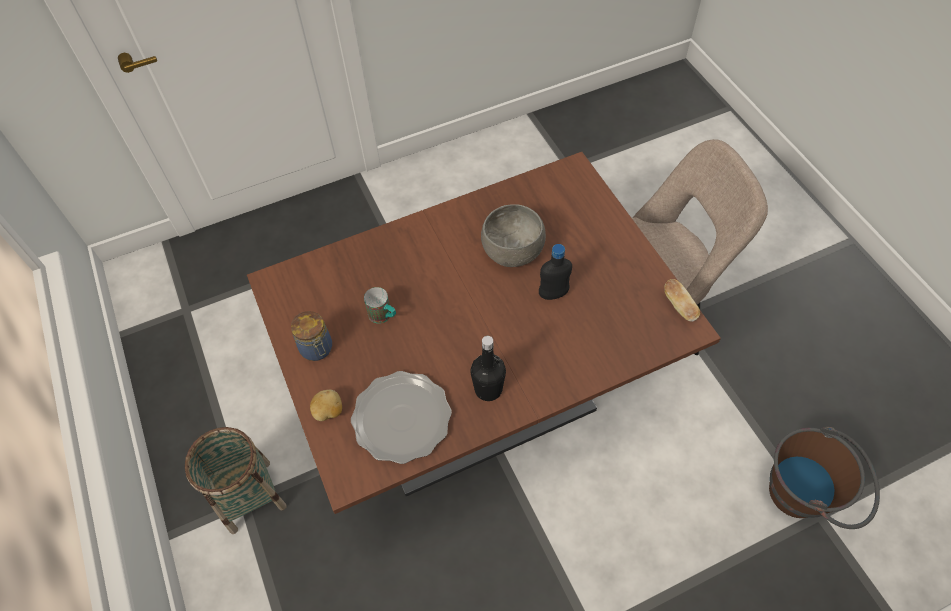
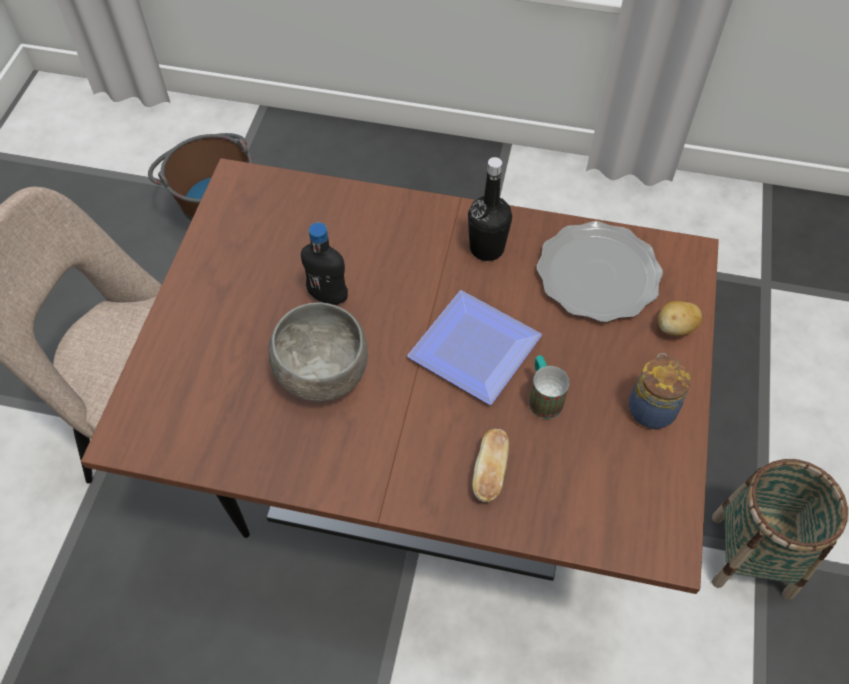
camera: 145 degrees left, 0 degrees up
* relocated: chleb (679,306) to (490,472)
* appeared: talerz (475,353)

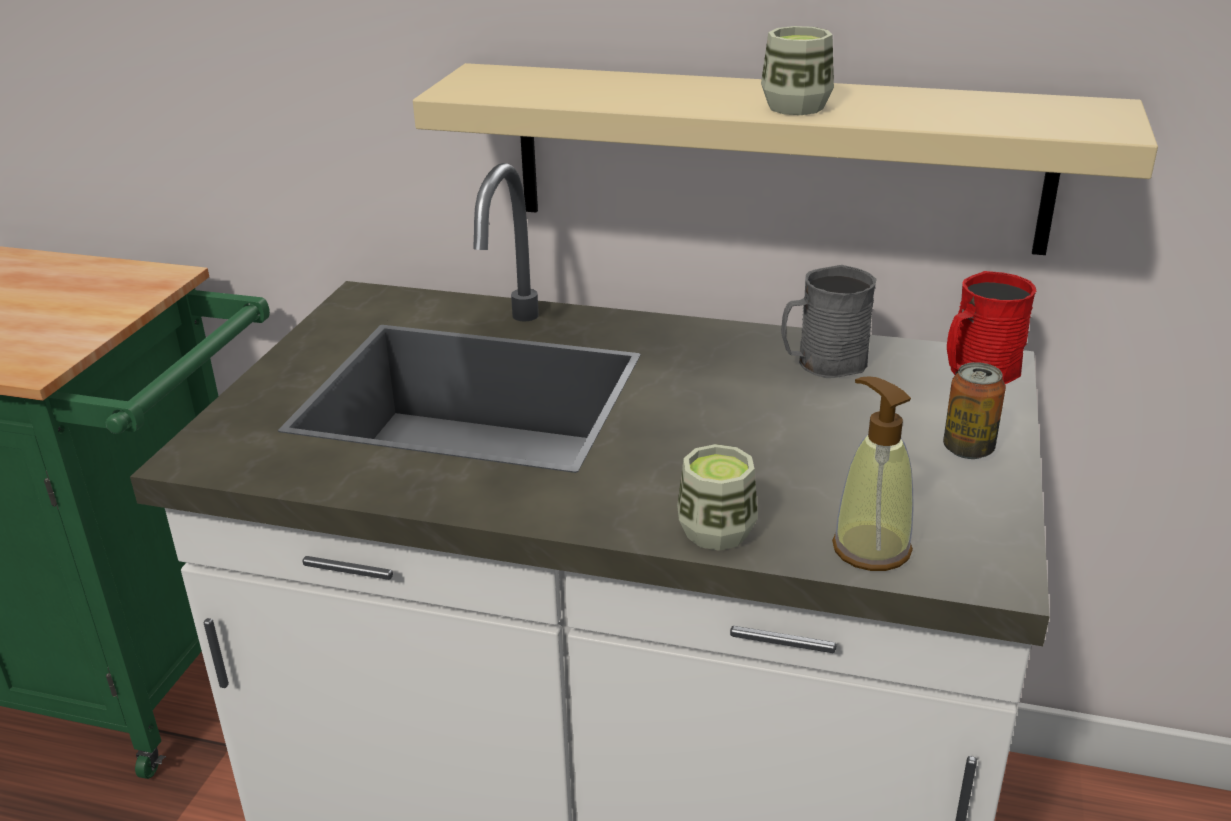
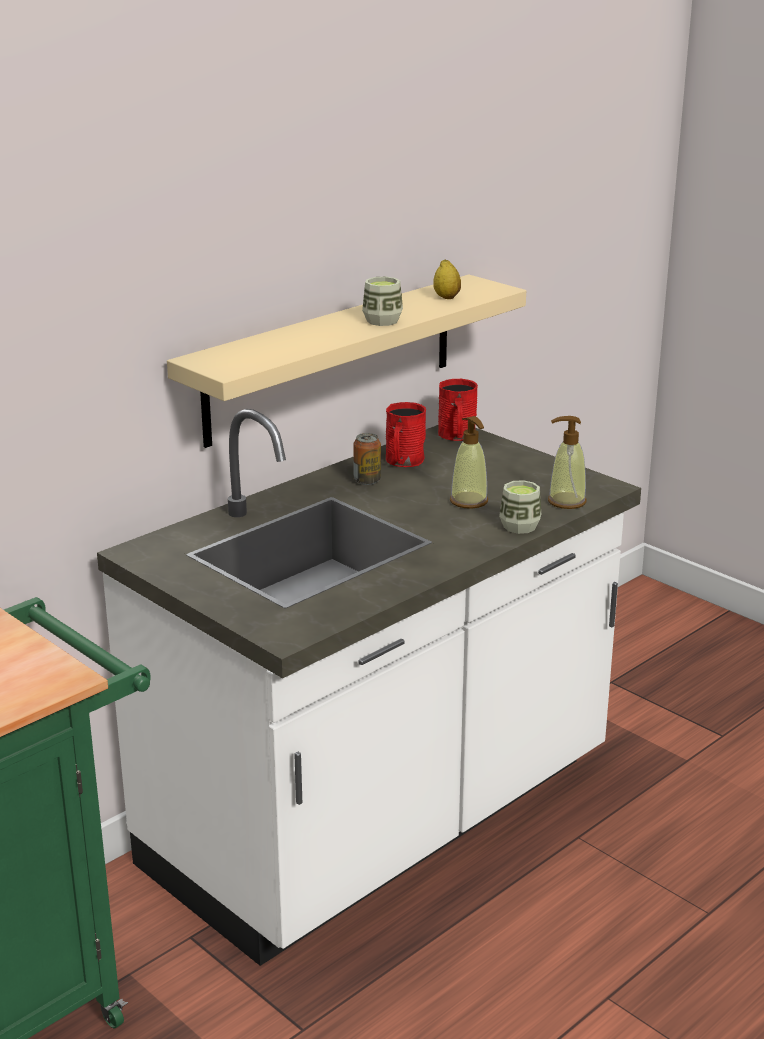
camera: 60 degrees left, 5 degrees down
* colour: kubek/szary (822,363) to kubek/czerwony (403,461)
* relocated: puszka (968,449) to (367,481)
* appeared: cytryna (446,297)
* appeared: dozownik mydła (469,501)

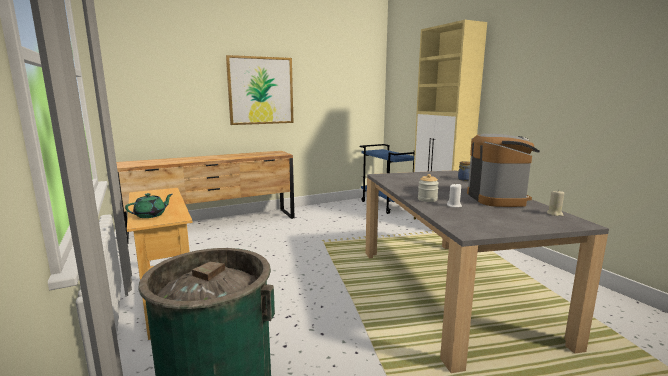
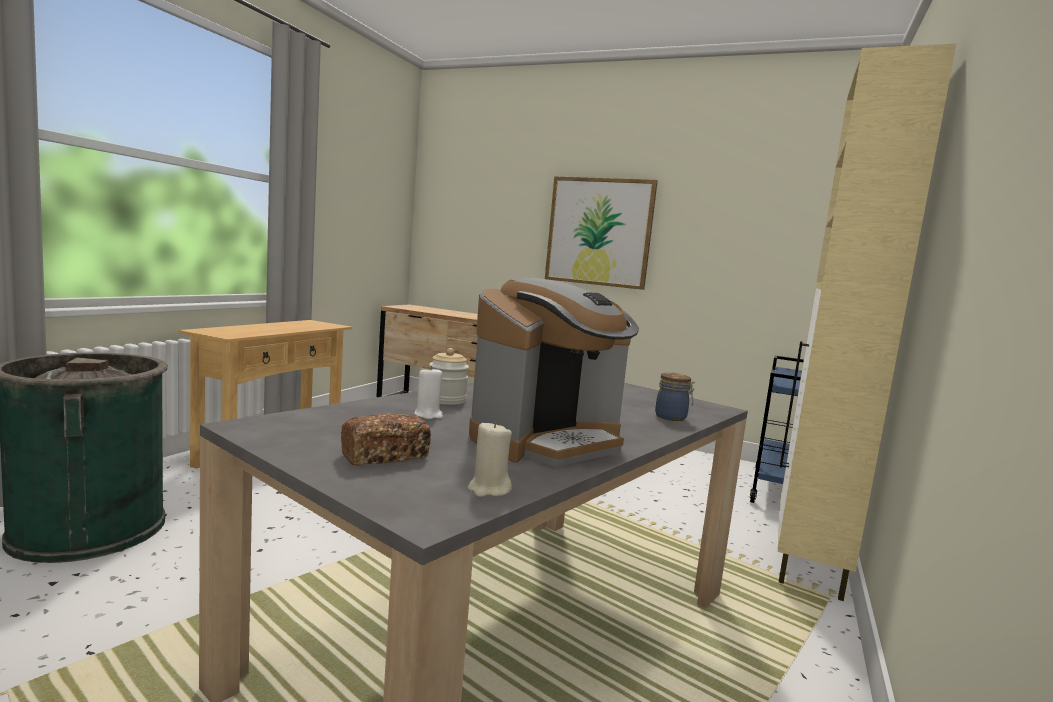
camera: 50 degrees right, 5 degrees down
* missing: imbryk/zielony (151,215)
* appeared: chleb (385,456)

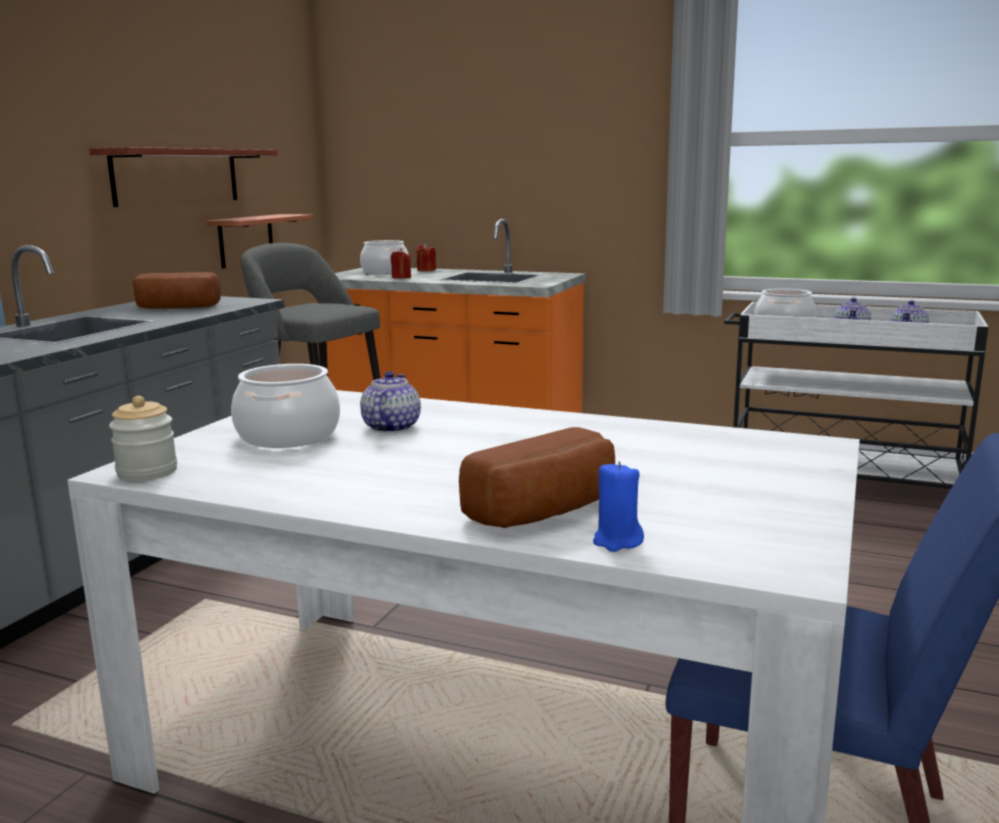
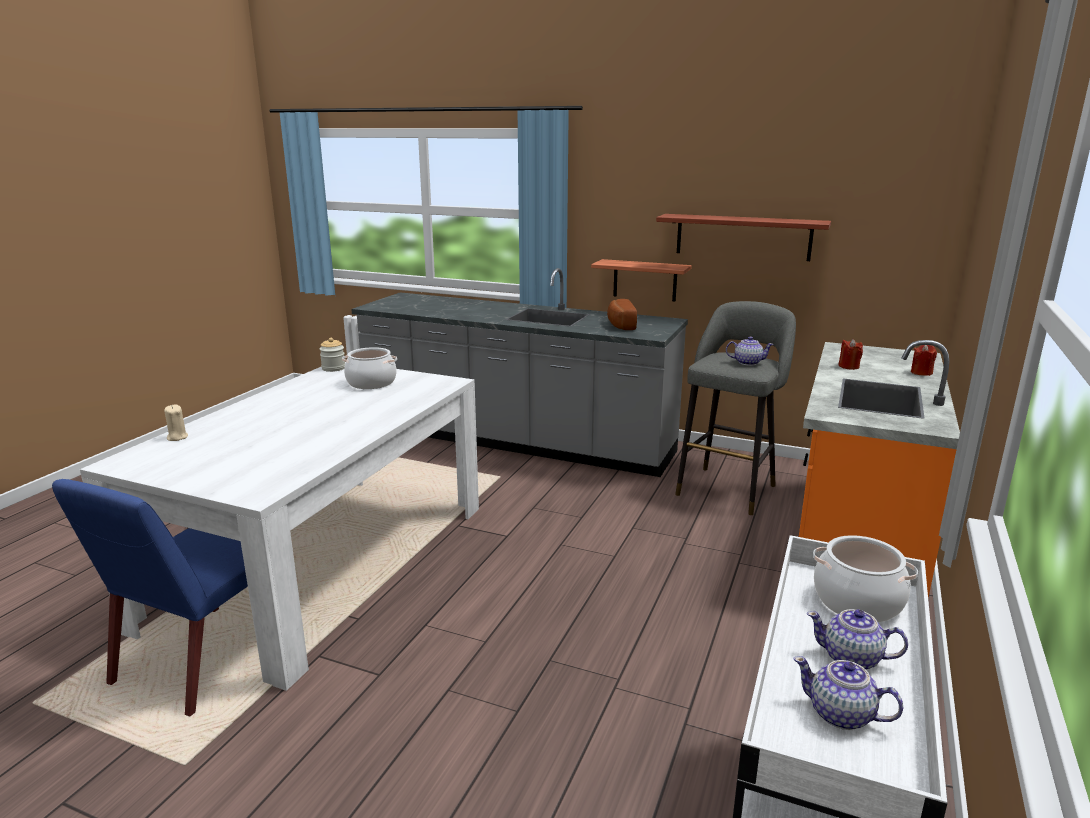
camera: 90 degrees right, 5 degrees up
* relocated: półka (246,240) to (645,280)
* missing: garnek (385,272)
* relocated: imbryk (390,428) to (747,362)
* missing: chleb (548,511)
* colour: świeca/niebieski (617,541) to świeca/beżowy (177,437)

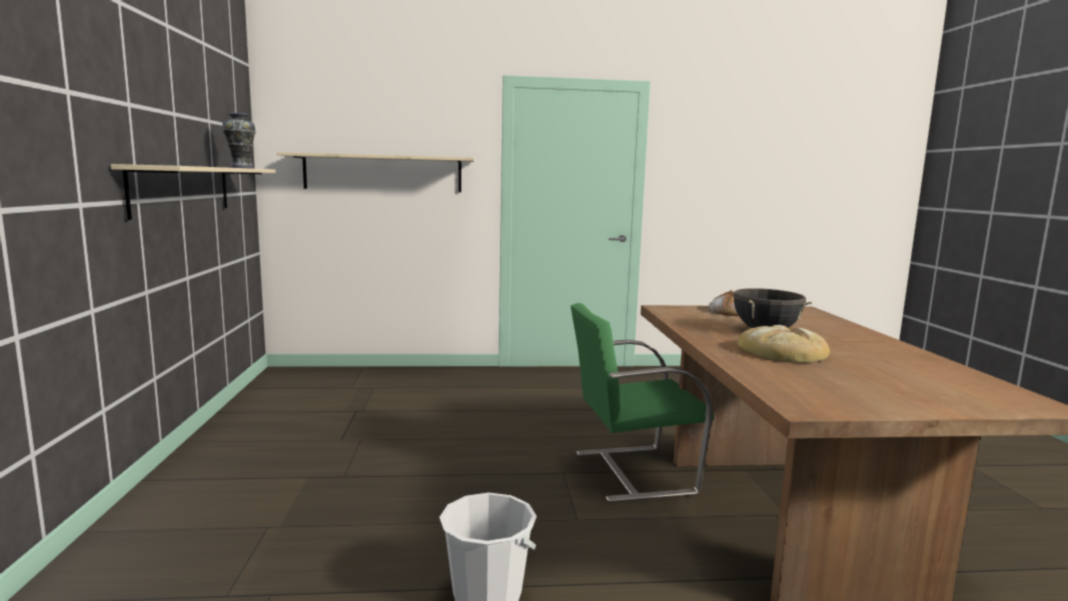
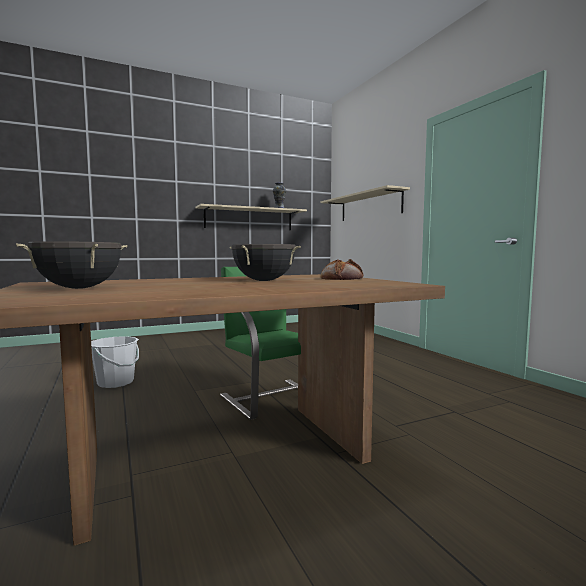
camera: 70 degrees right, 5 degrees down
* missing: chleb (782,352)
* appeared: garnek/czarny (79,288)

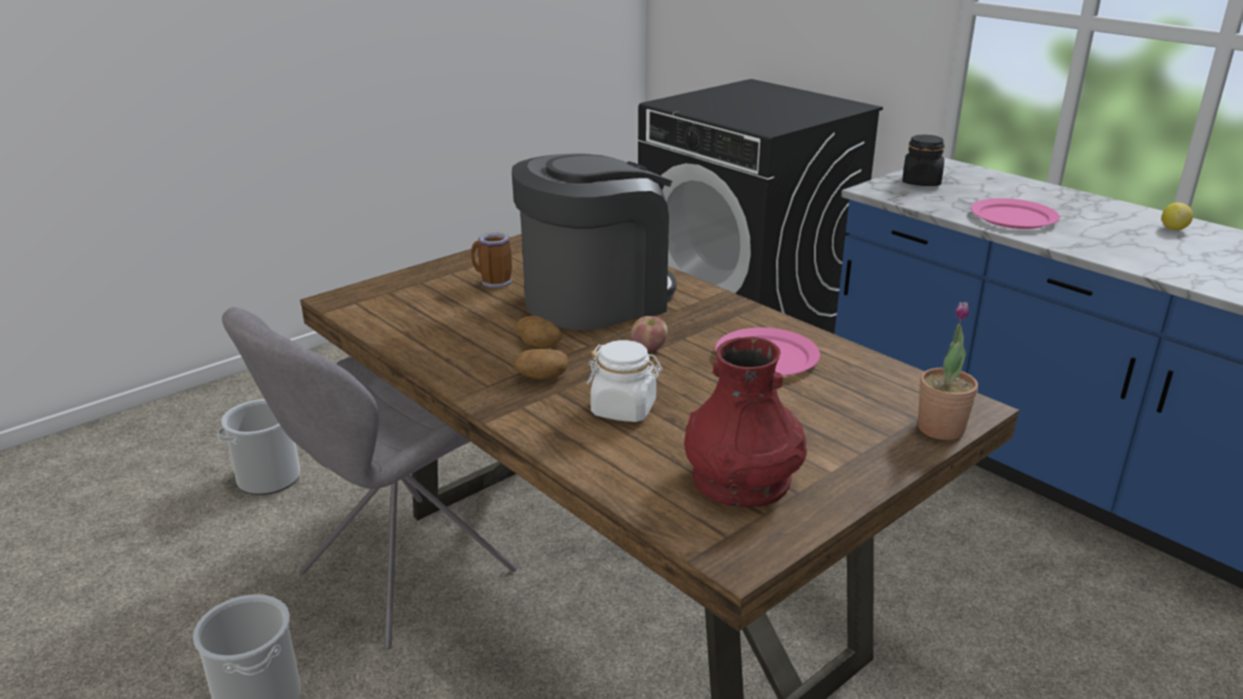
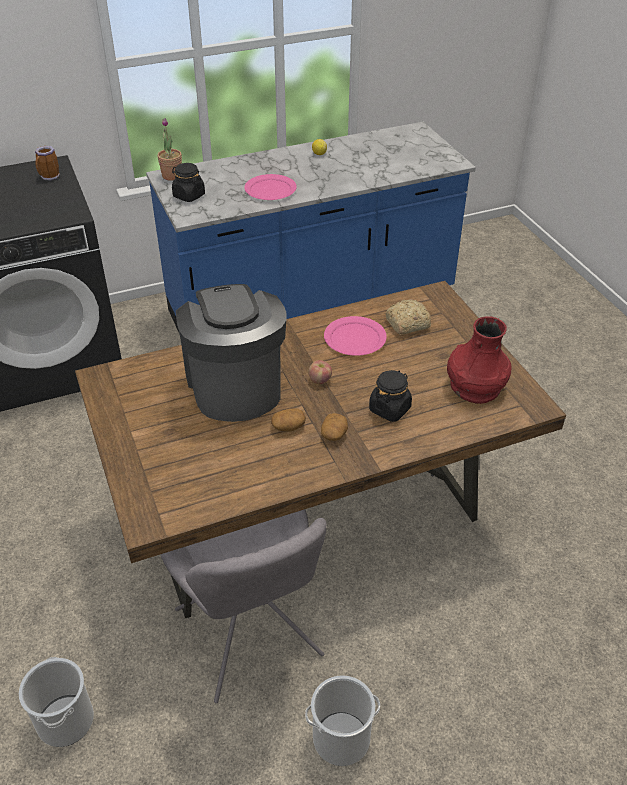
camera: 70 degrees left, 15 degrees up
* relocated: kubek (493,283) to (49,177)
* relocated: roślina doniczkowa (940,428) to (172,176)
* colour: słoik/biały (624,409) to słoik/czarny (390,409)
* appeared: chleb (406,324)

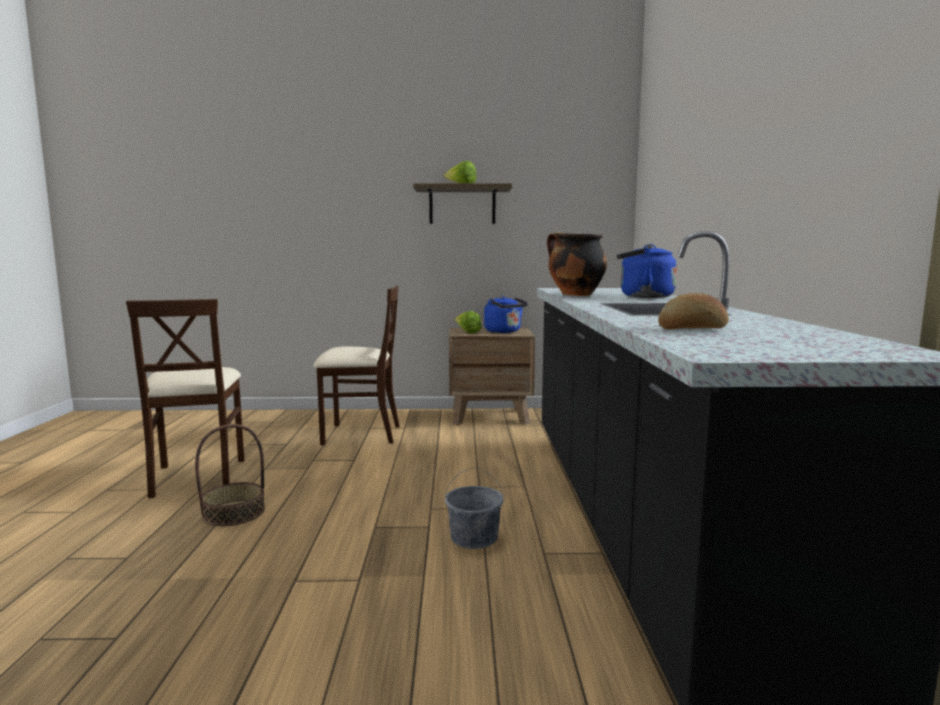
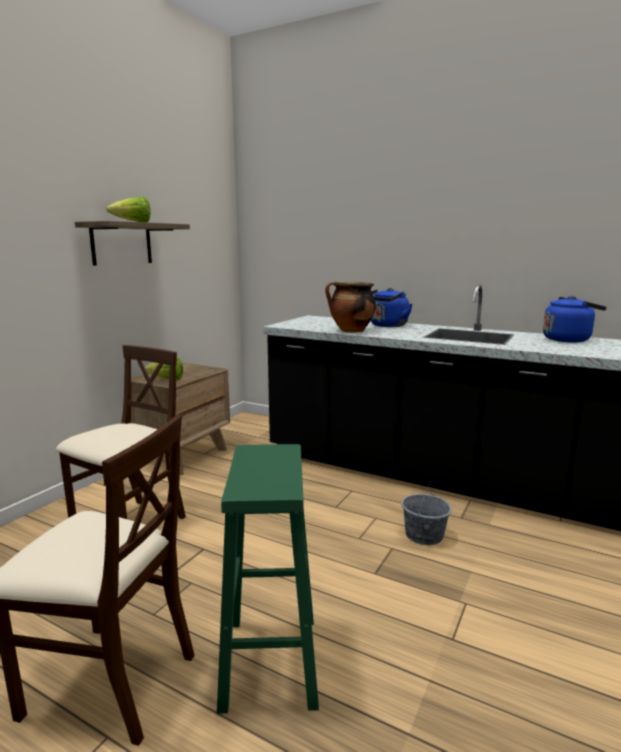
camera: 60 degrees left, 5 degrees up
* missing: chleb (693,329)
* relocated: czajnik/niebieski (504,331) to (568,339)
* exchanged: koszyk (234,512) to stołek/zielony (270,659)

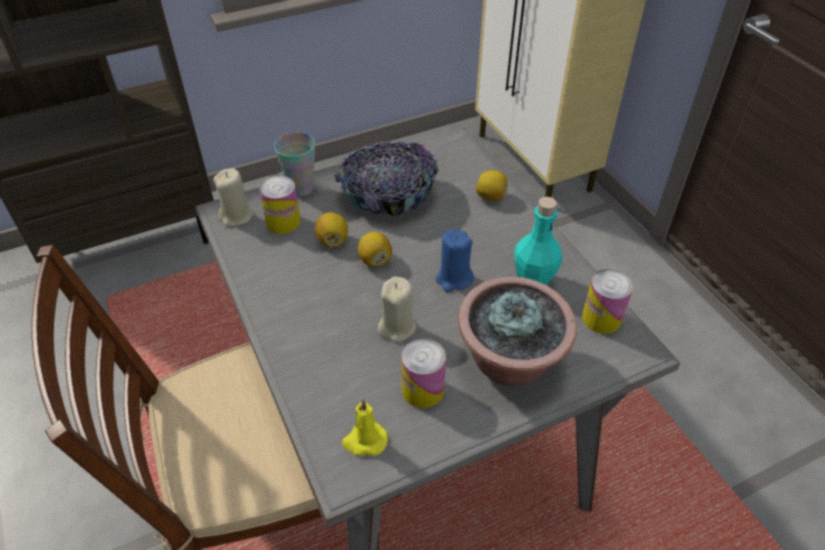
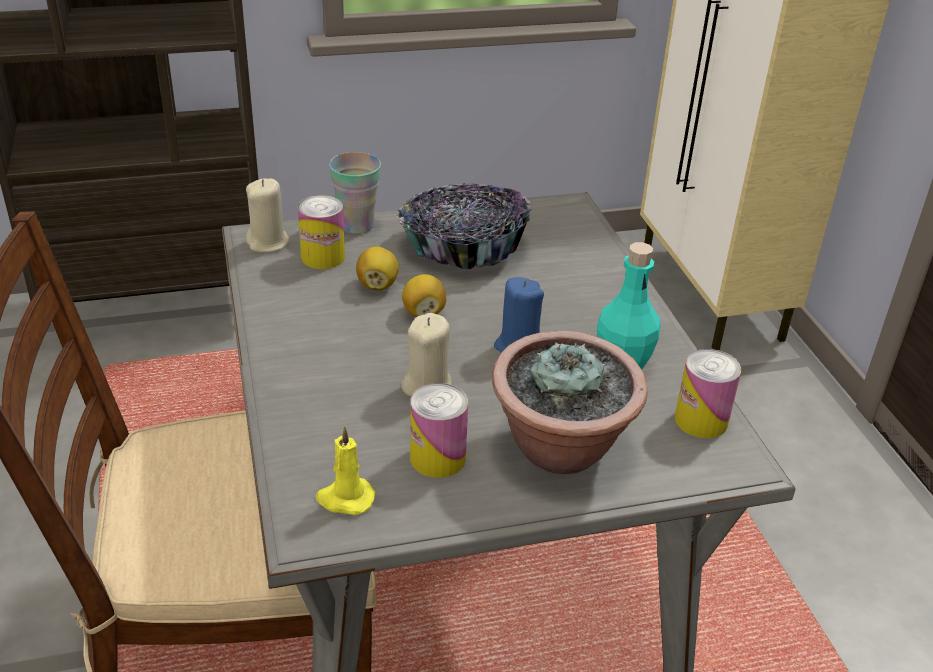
camera: 10 degrees right, 10 degrees down
* missing: cytryna (491,197)

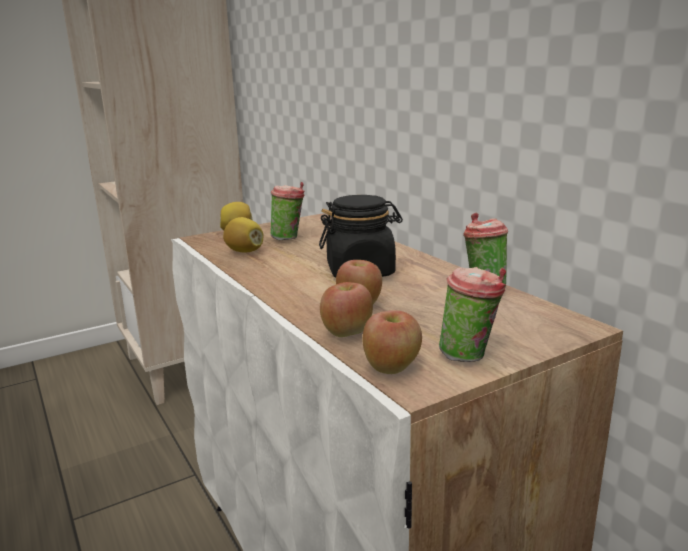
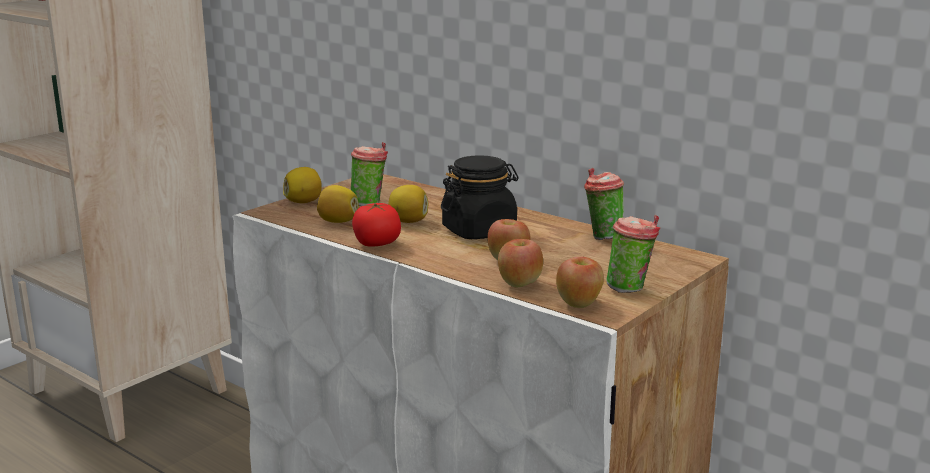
camera: 20 degrees left, 0 degrees up
* appeared: cytryna (408,221)
* appeared: pomidor (376,244)

